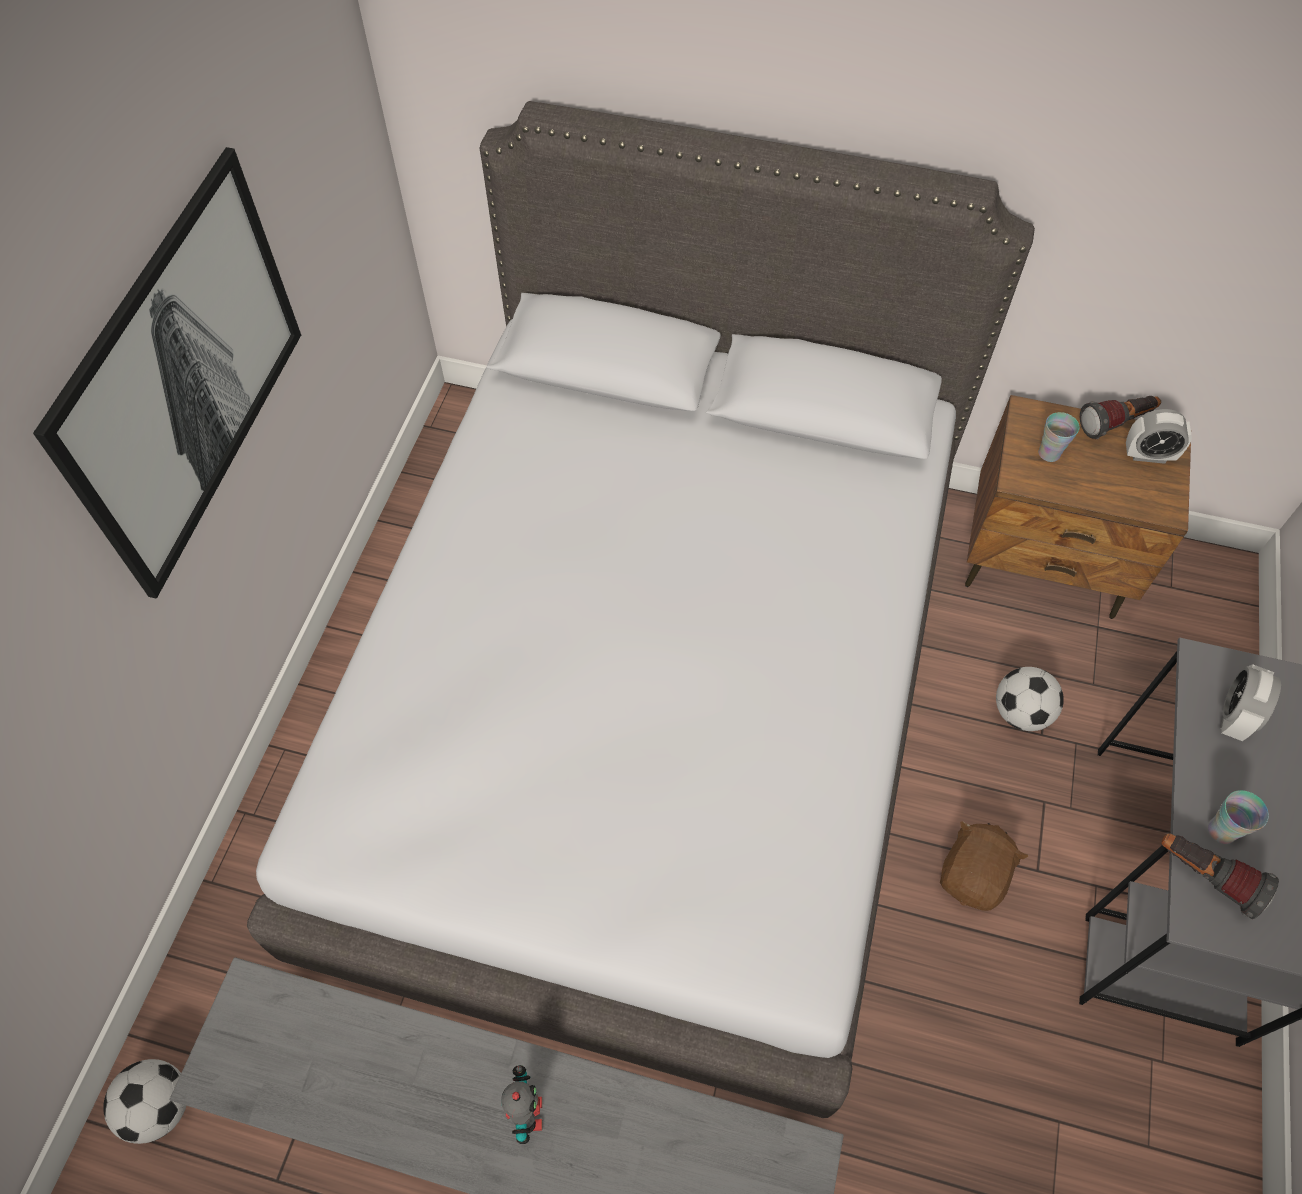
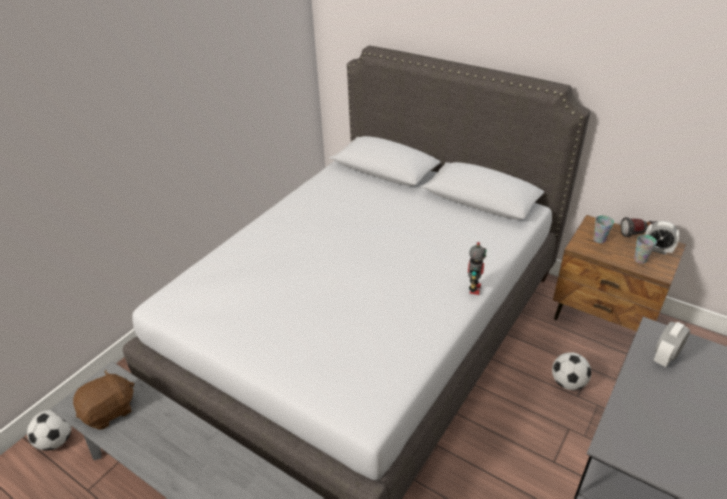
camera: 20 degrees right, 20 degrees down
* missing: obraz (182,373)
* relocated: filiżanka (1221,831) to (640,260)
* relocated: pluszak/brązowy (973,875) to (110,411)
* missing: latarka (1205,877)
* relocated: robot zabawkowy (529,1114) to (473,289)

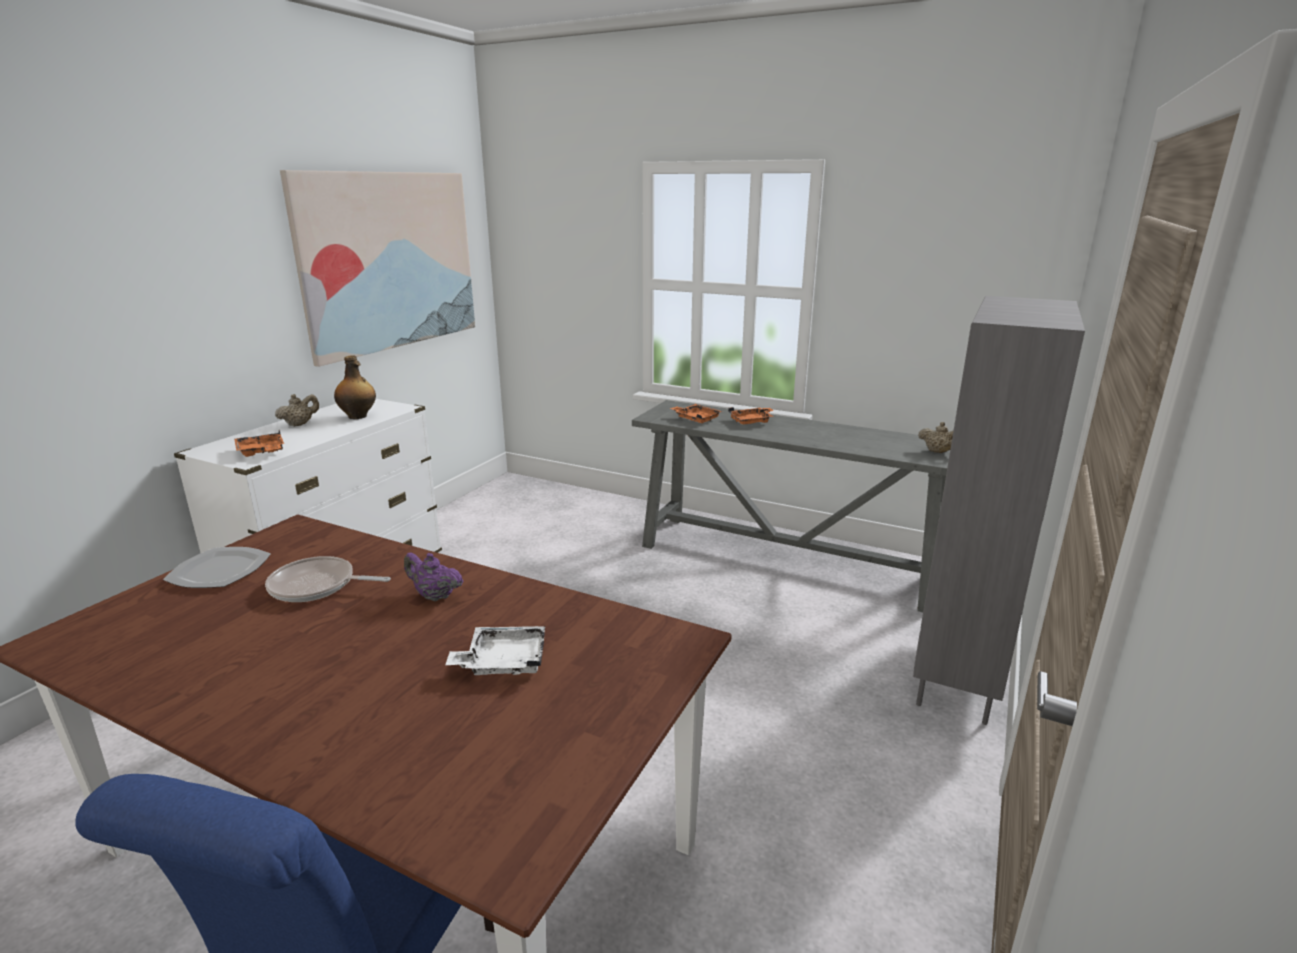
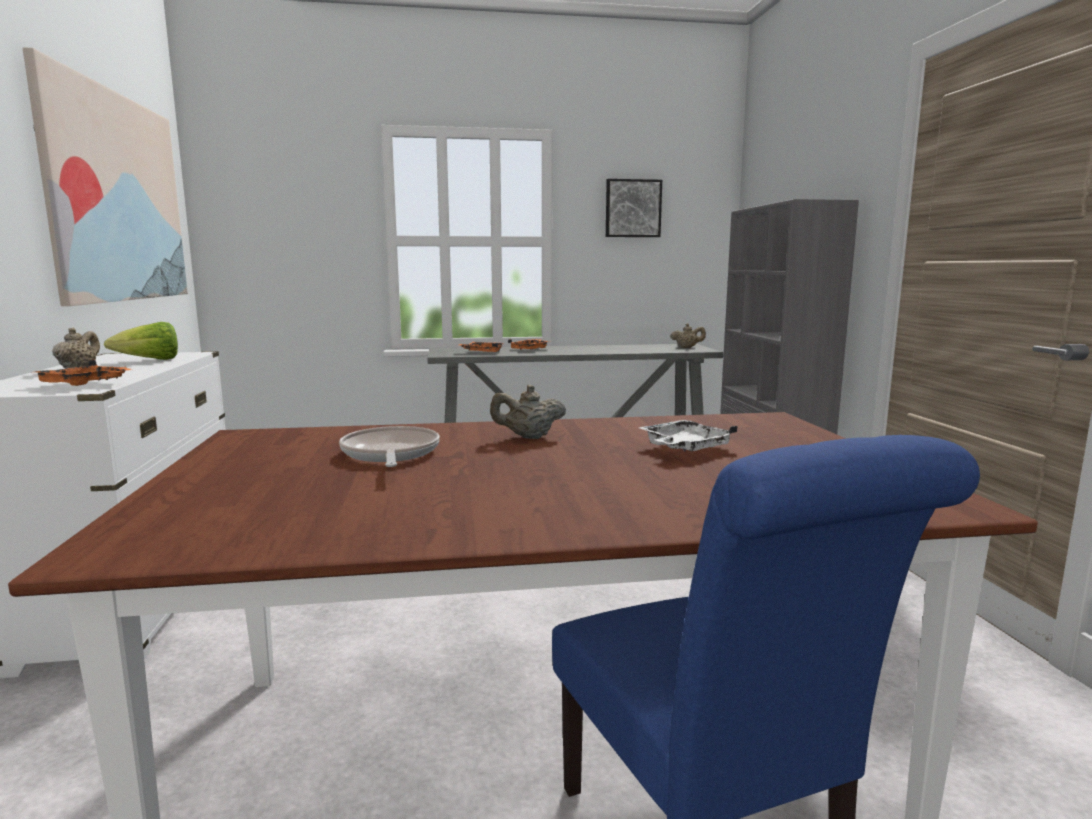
camera: 35 degrees left, 10 degrees down
* exchanged: butelka (358,416) to sałata (150,360)
* missing: talerz (221,570)
* colour: imbryk/fioletowy (434,596) to imbryk/beżowy (528,437)
* spun: patelnia (317,586) = (390,454) 105 degrees clockwise
* appeared: obraz (632,208)

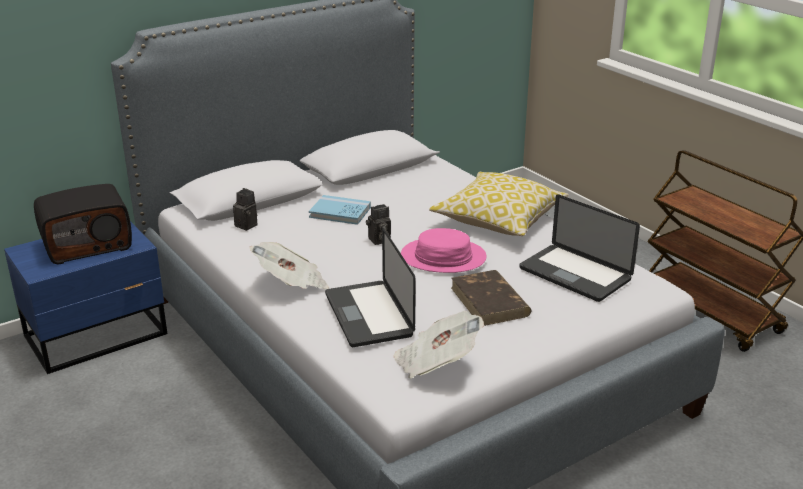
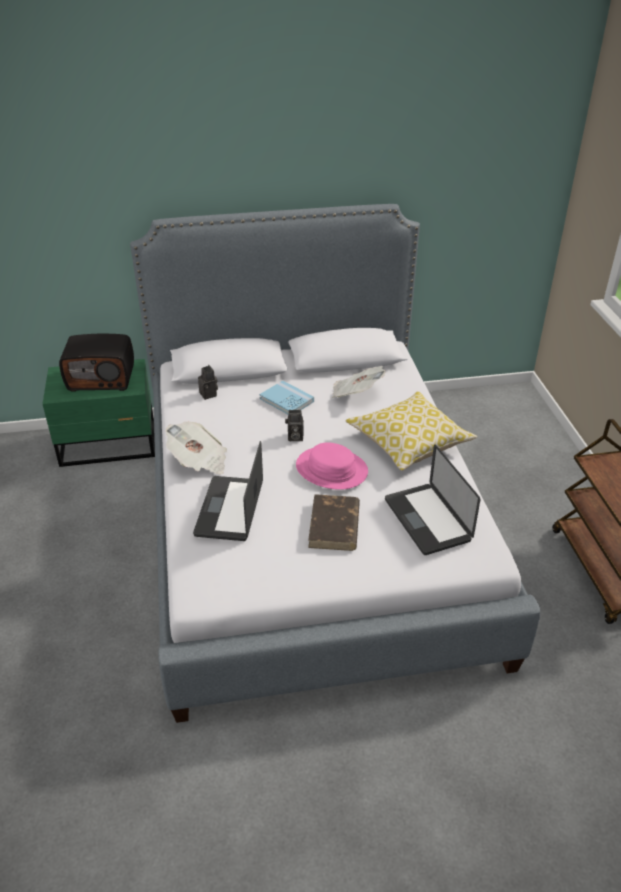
camera: 25 degrees right, 10 degrees up
* colour: szafka nocna/niebieski (98,336) to szafka nocna/zielony (110,444)
* relocated: gazeta (436,363) to (356,394)

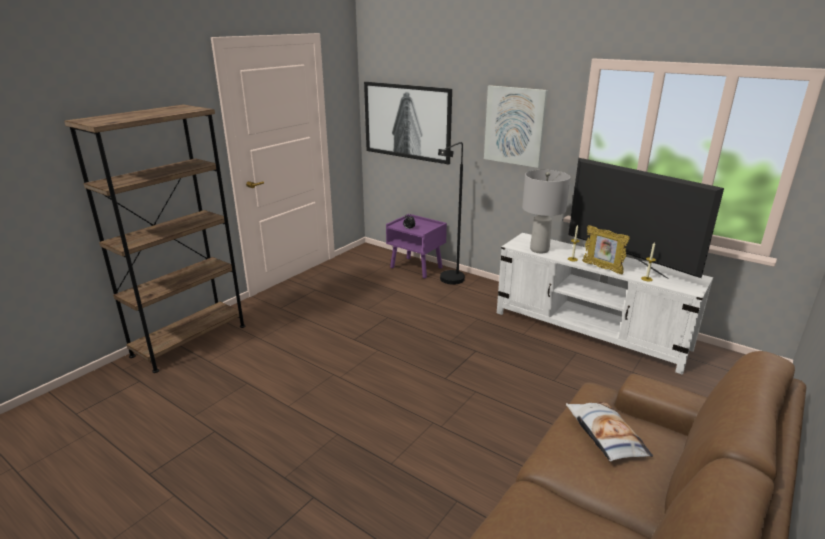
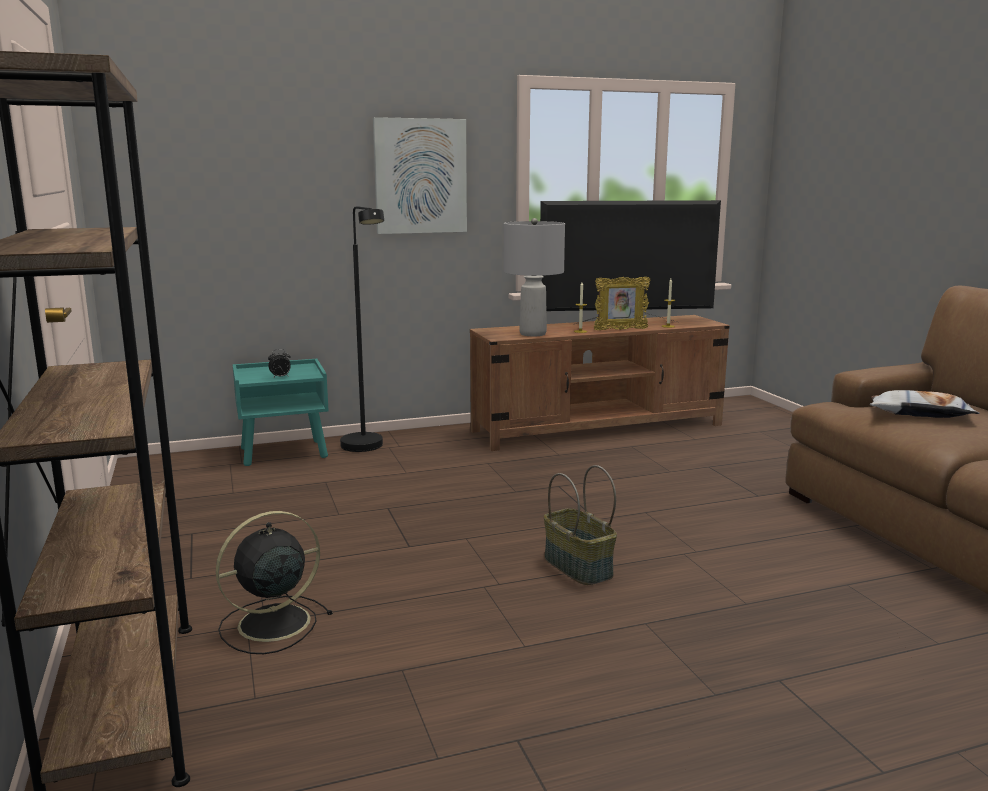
camera: 55 degrees left, 10 degrees down
* missing: obraz (407,121)
* colour: szafka nocna/fioletowy (416,268) to szafka nocna/turkusowy (285,453)
* colour: szafka pod telewizor/biały (590,331) to szafka pod telewizor/brązowy (598,428)
* appeared: koszyk (576,567)
* appeared: wentylator/czarny (271,624)

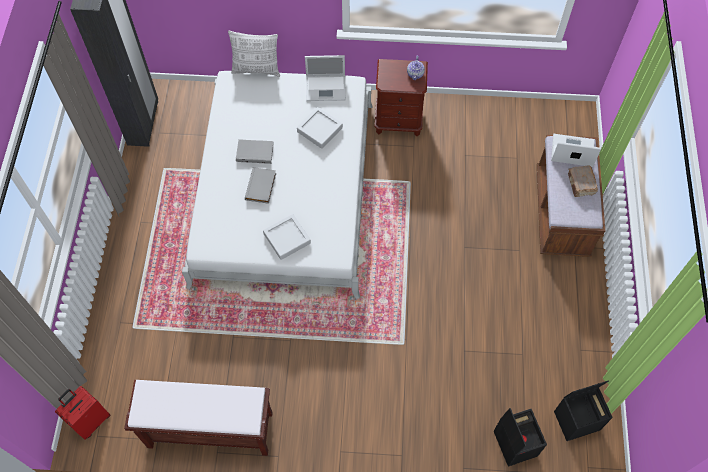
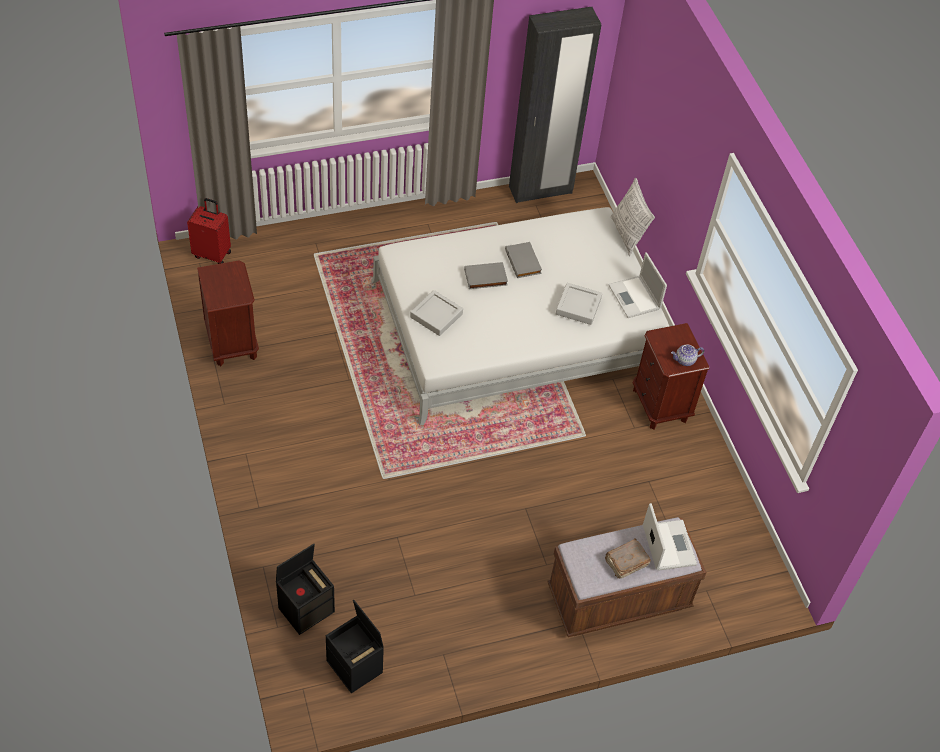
camera: 65 degrees right, 10 degrees down
* exchanged: ławka/brązowy (209,430) to szafka nocna/brązowy (232,342)

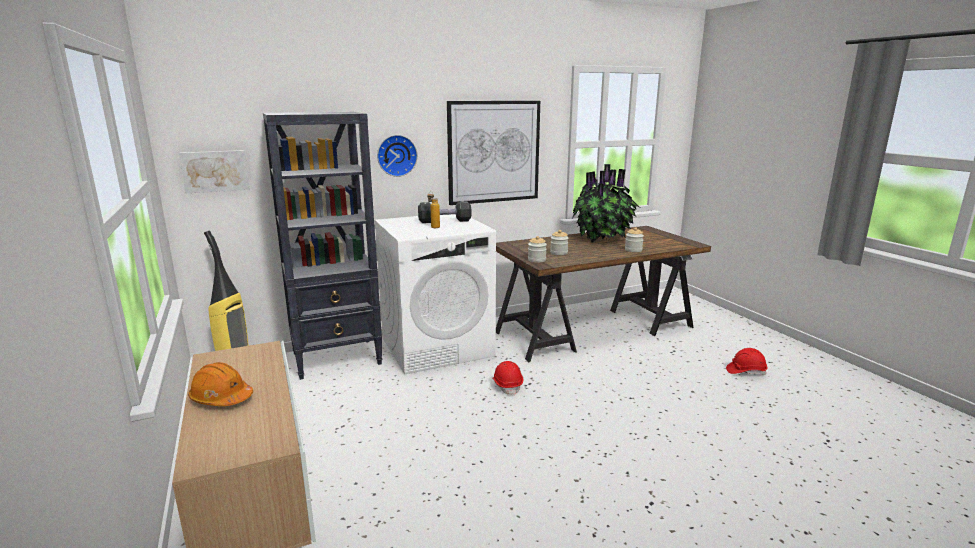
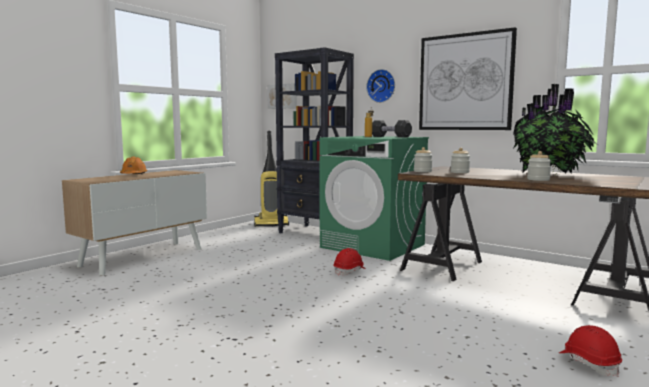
camera: 60 degrees right, 10 degrees down
* colour: pralka/biały (437,347) to pralka/zielony (373,246)

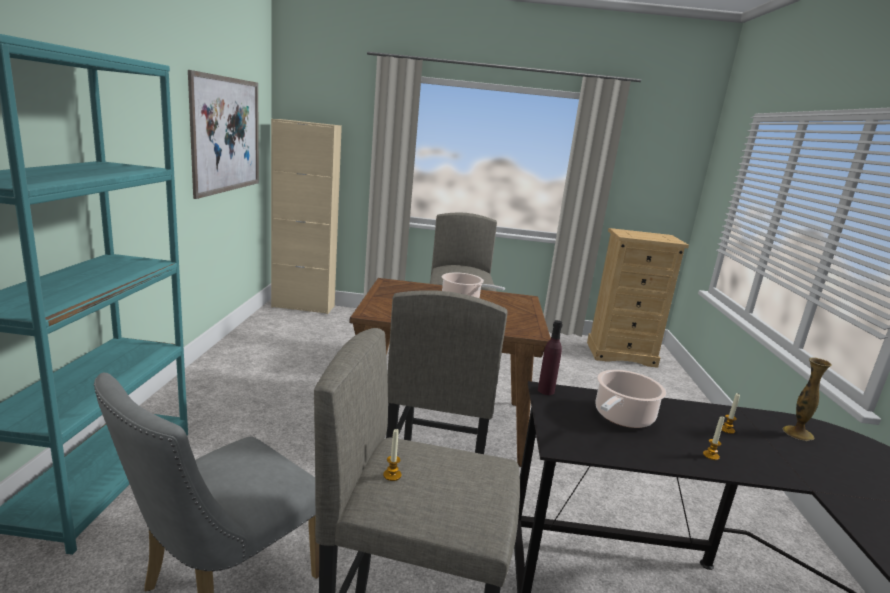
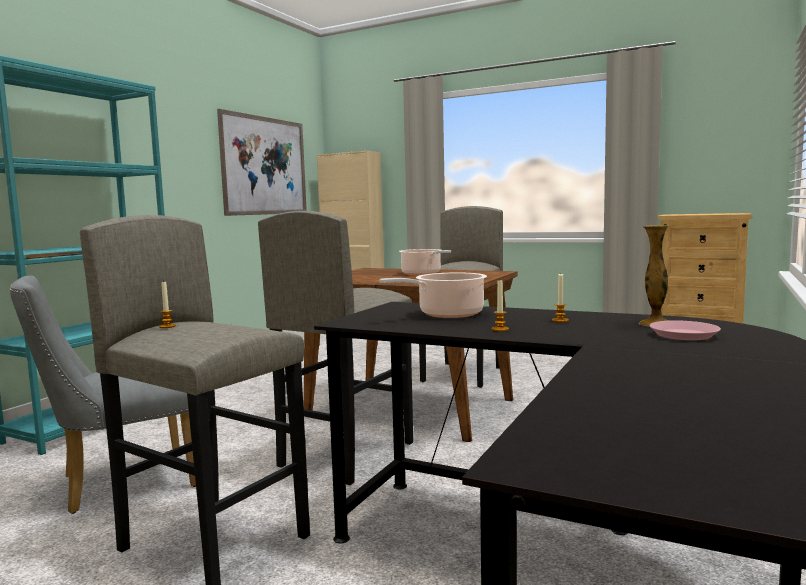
camera: 25 degrees right, 10 degrees down
* missing: butelka/fioletowy (546,391)
* appeared: talerz/różowy (683,335)

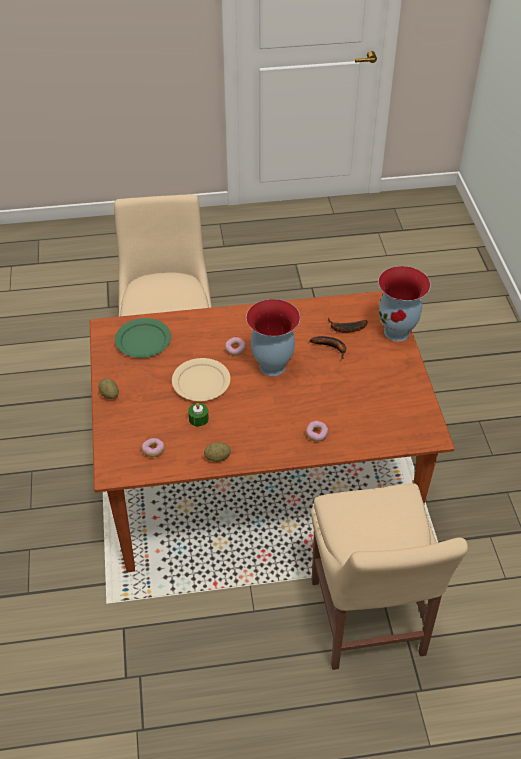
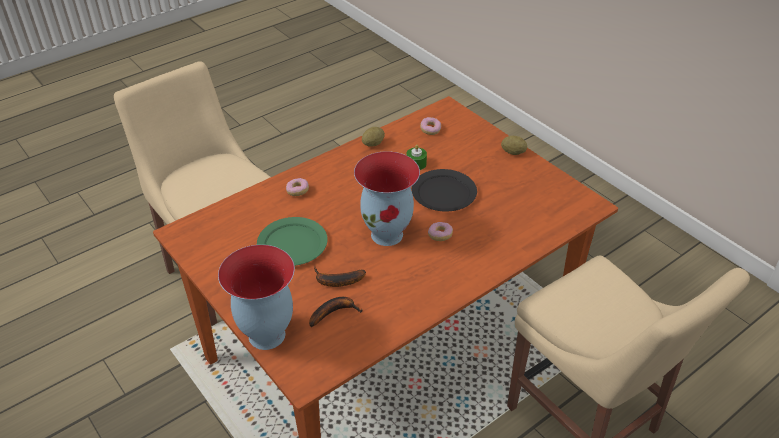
camera: 150 degrees right, 5 degrees down
* relocated: talerz/zielony (143,340) to (293,244)
* colour: talerz/beżowy (200,382) to talerz/czarny (444,193)

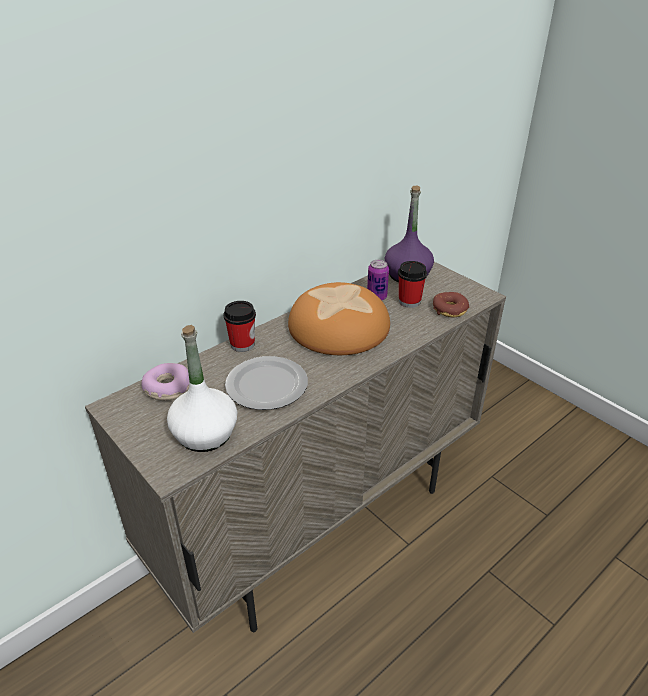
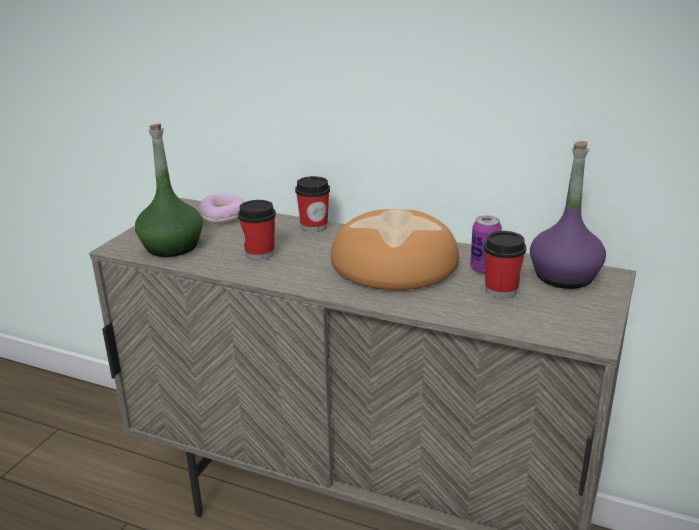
camera: 65 degrees right, 10 degrees down
* missing: donut (450,309)
* colour: butelka/biały (205,434) to butelka/zielony (171,246)
* exchanged: talerz (268,385) to filiżanka (260,253)

